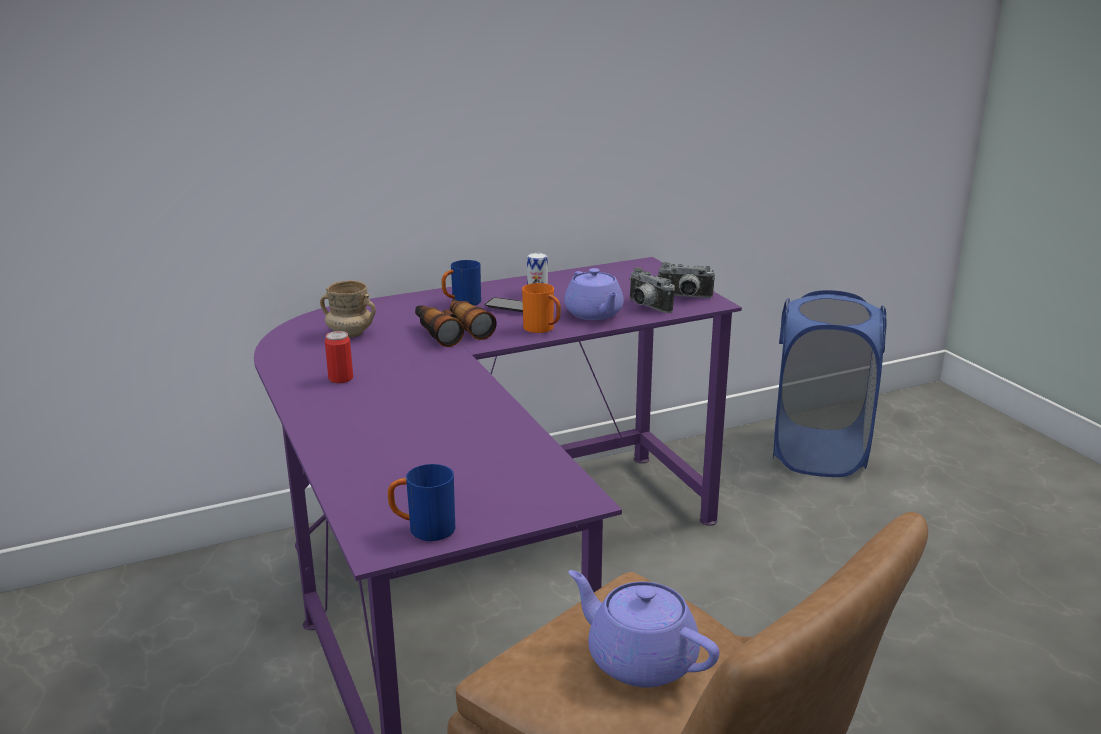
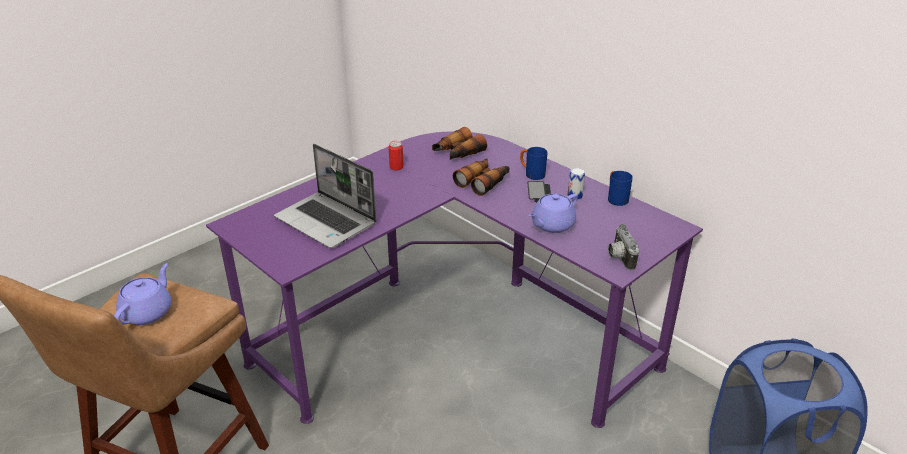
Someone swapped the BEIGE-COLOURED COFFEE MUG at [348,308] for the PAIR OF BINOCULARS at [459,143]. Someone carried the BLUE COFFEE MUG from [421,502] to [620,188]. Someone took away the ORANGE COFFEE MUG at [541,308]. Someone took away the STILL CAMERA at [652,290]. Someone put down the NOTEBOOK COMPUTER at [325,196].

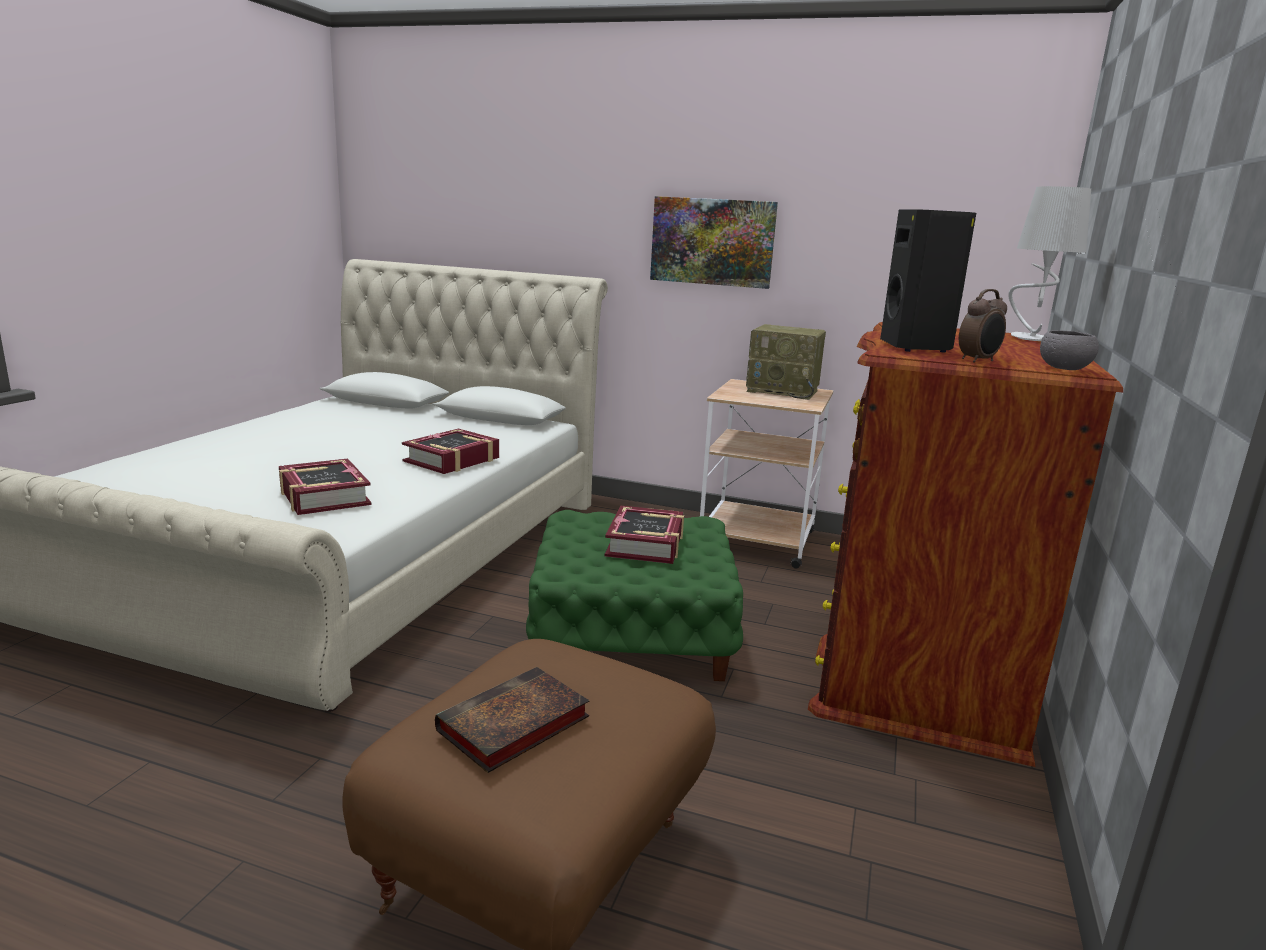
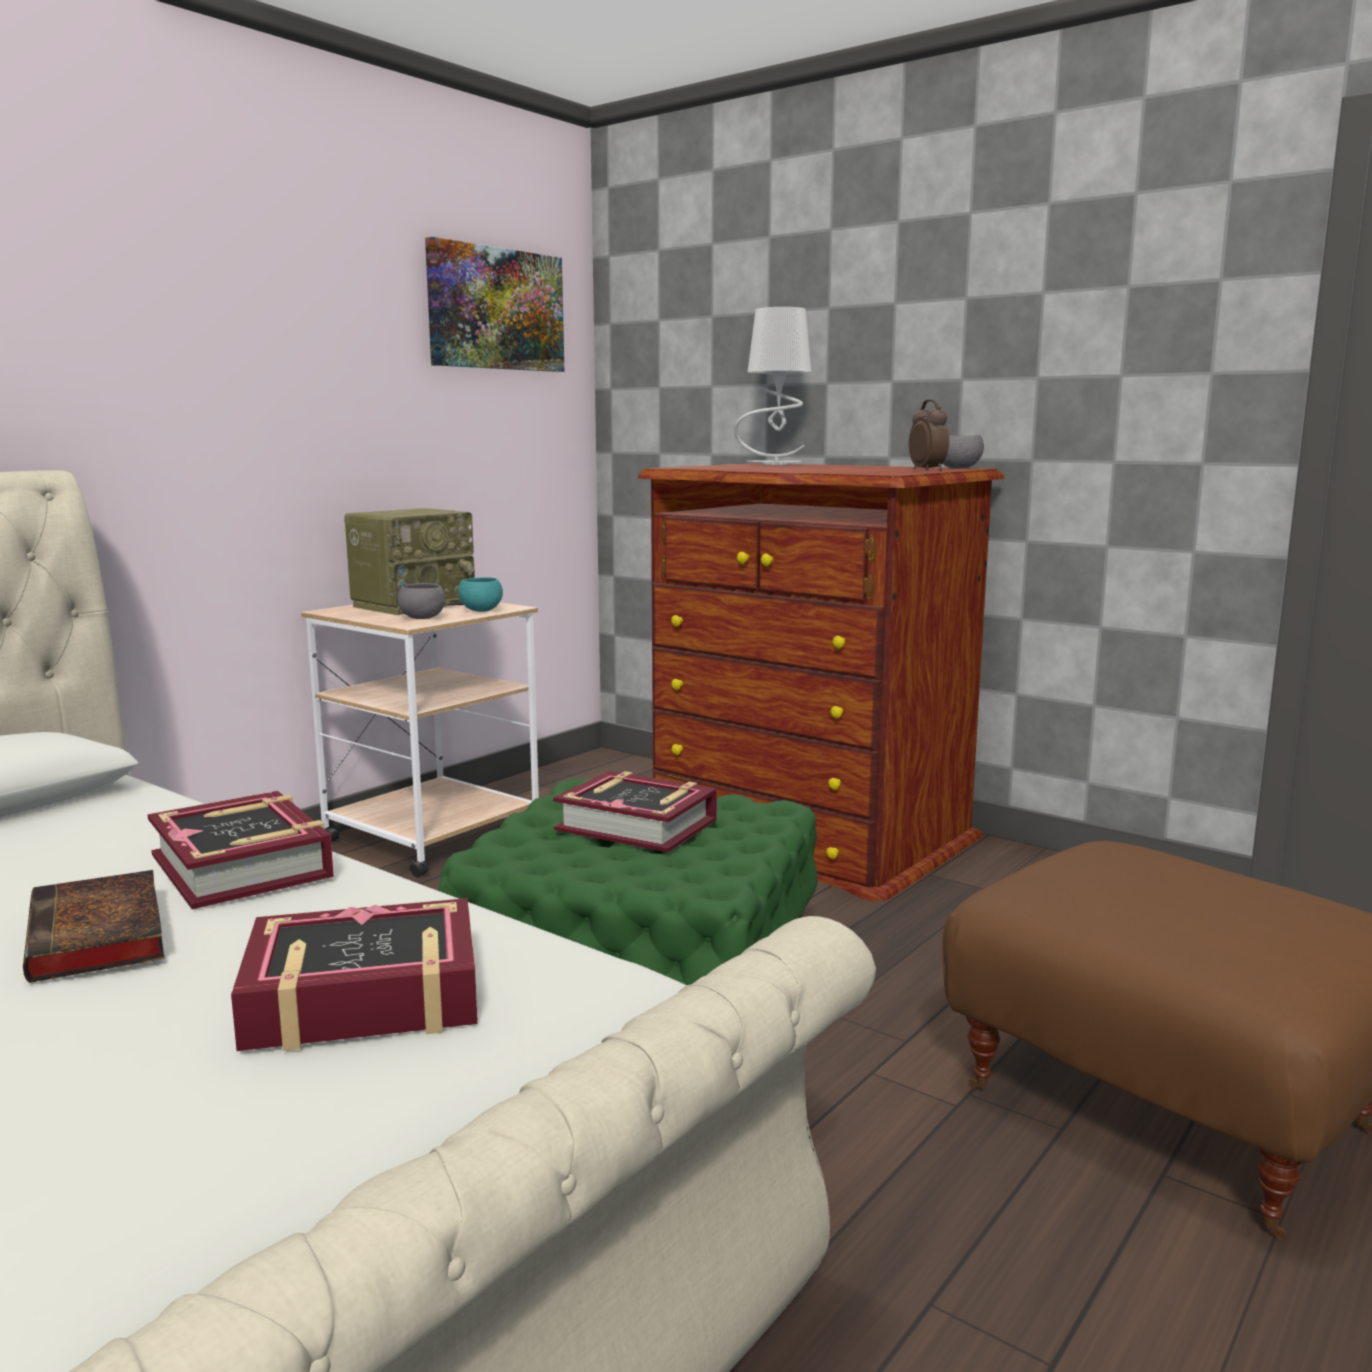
Someone carried the BOUND BOOK from [512,720] to [93,926]. Someone carried the PICTURE from [714,242] to [494,304]. Someone took away the BLACKISH SPEAKER at [928,280]. Someone put down the GREYISH SERVING BOWL at [421,601]. Someone put down the TURQUOISE-COLOURED SERVING BOWL at [480,594].

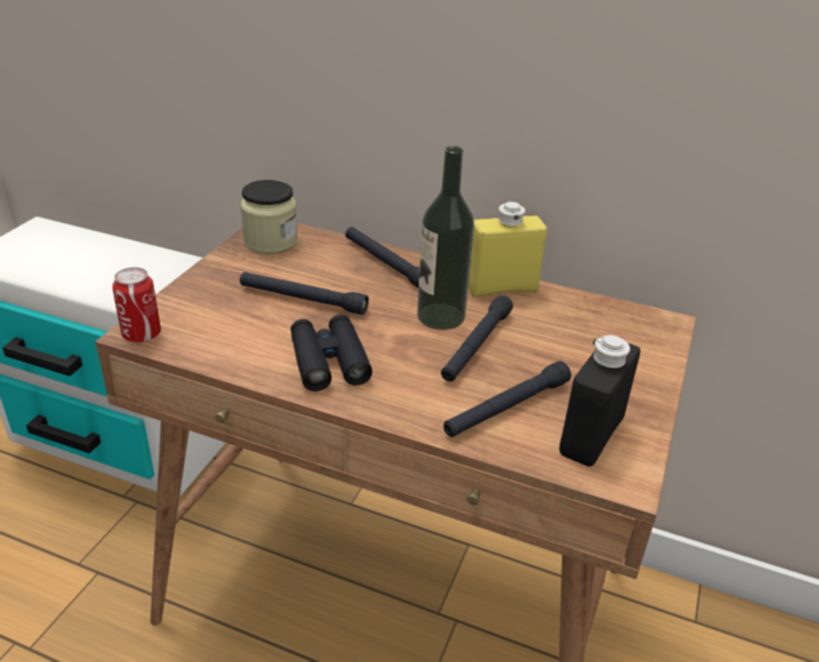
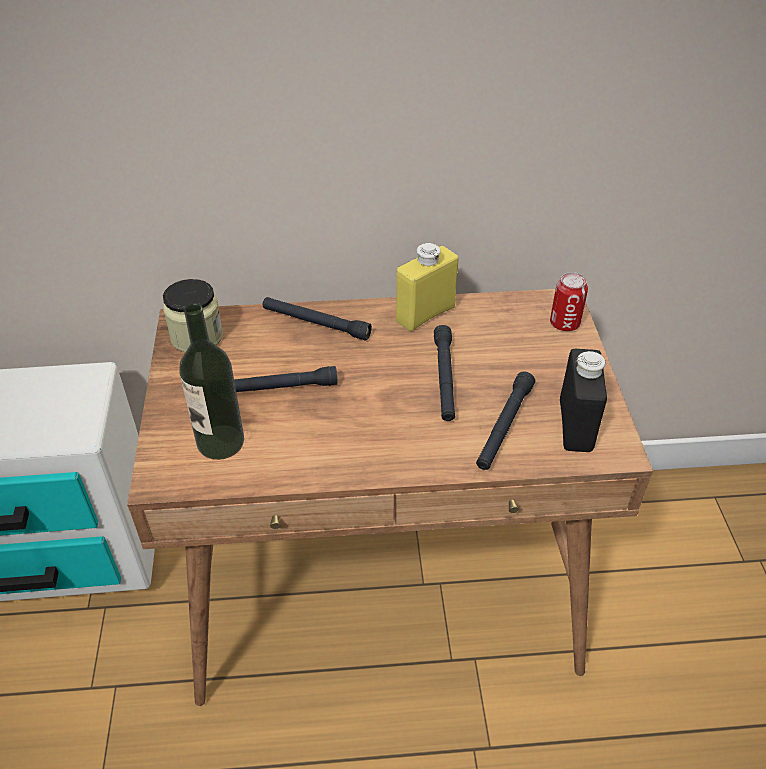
Someone carried the SEALED CAN from [136,305] to [569,301]. Someone took away the BLACKISH PAIR OF BINOCULARS at [331,353]. Someone carried the BEVERAGE BOTTLE from [445,238] to [211,381].

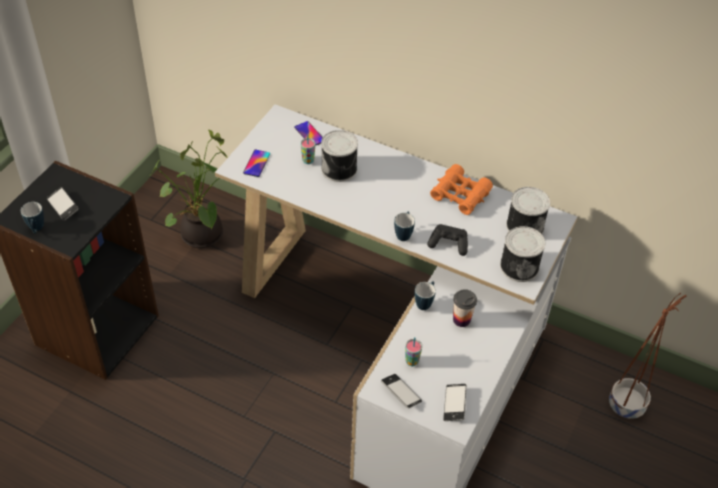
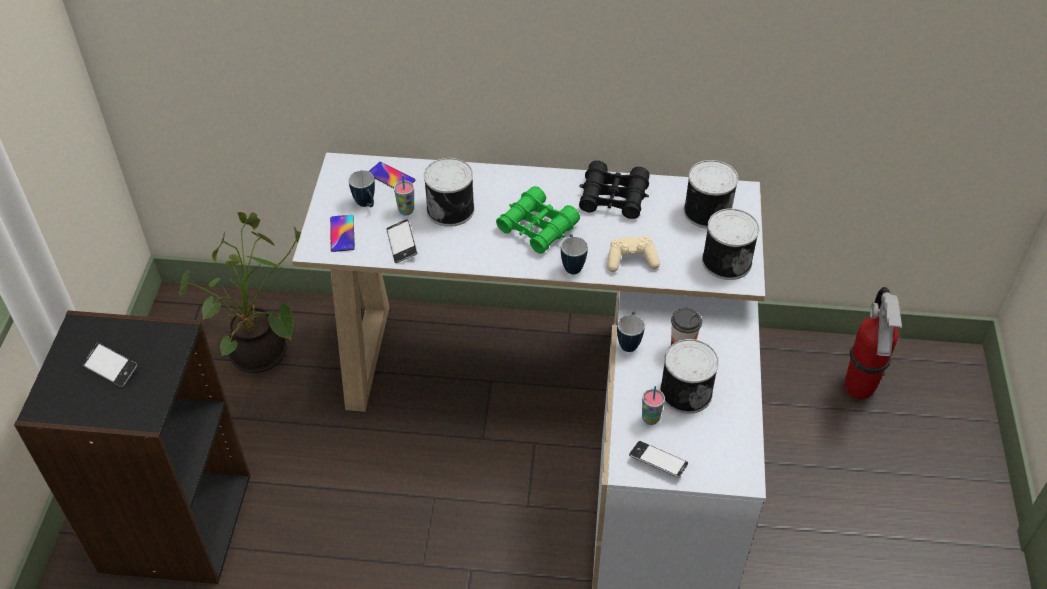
Someone carried the COFFEE MUG from [32,217] to [362,188]. Someone repainted the BLACKISH GAMEPAD at [447,240], which became the BEIGE-COLOURED GAMEPAD at [633,254]. Someone repainted the ORANGE PAIR OF BINOCULARS at [461,189], which became the BLACKISH PAIR OF BINOCULARS at [614,189]. Someone carried the PHONE from [455,402] to [401,241]. Someone swapped the BROWN-COLOURED PLANT POT at [648,356] for the FIRE-FIGHTING CYLINDER at [874,343]. Someone put down the GREEN-COLOURED PAIR OF BINOCULARS at [538,220]. Someone put down the SEALED CAN at [689,376].

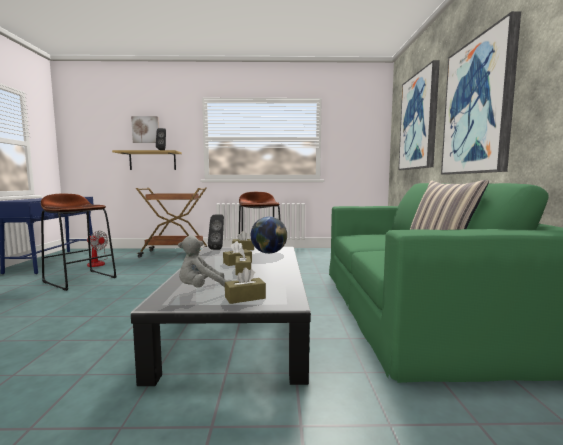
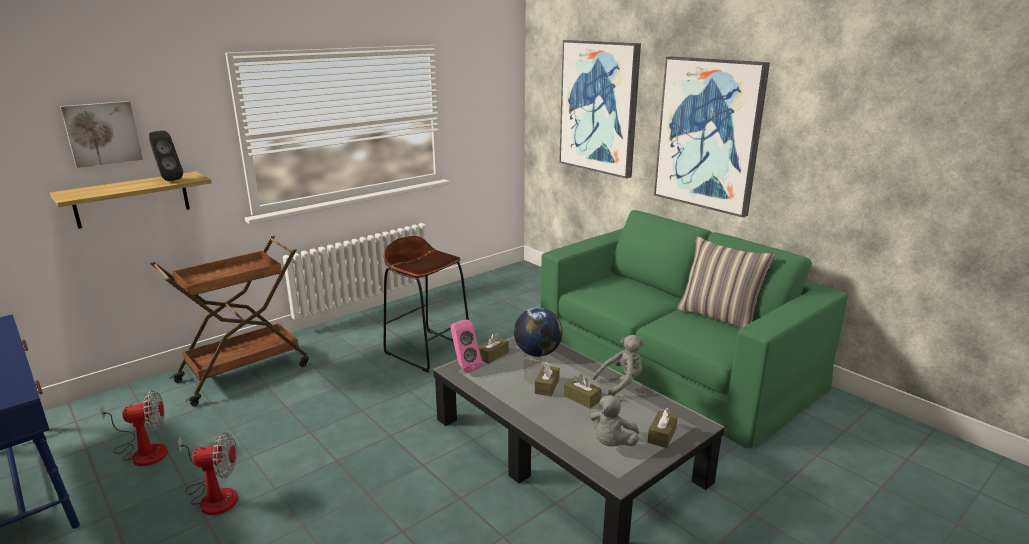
Someone swapped the BROWN-COLOURED STOOL at [78,242] for the ELECTRIC FAN at [207,473]. Someone repainted the BLACKISH SPEAKER at [216,232], which became the PINKISH SPEAKER at [466,346]. Someone put down the GREYISH CUDDLY TOY at [618,365].

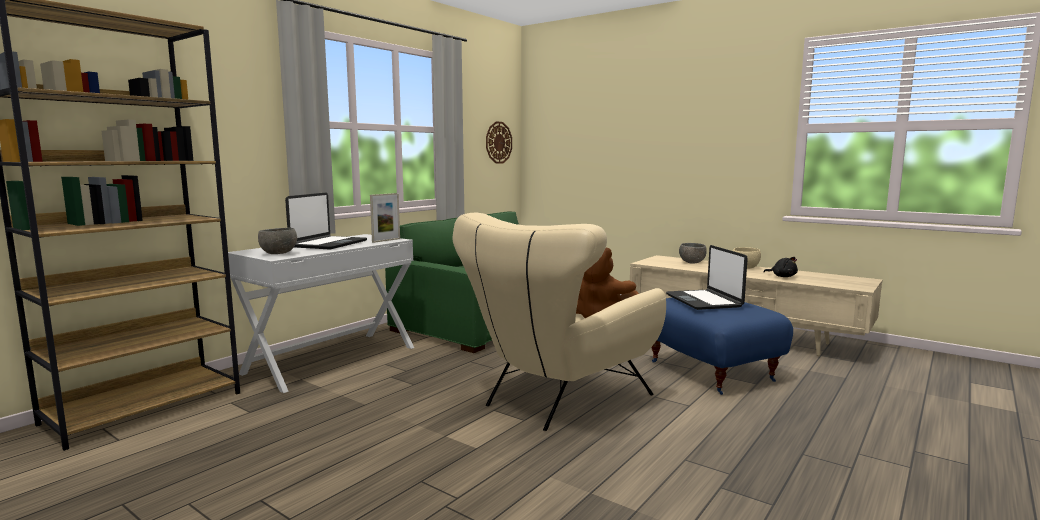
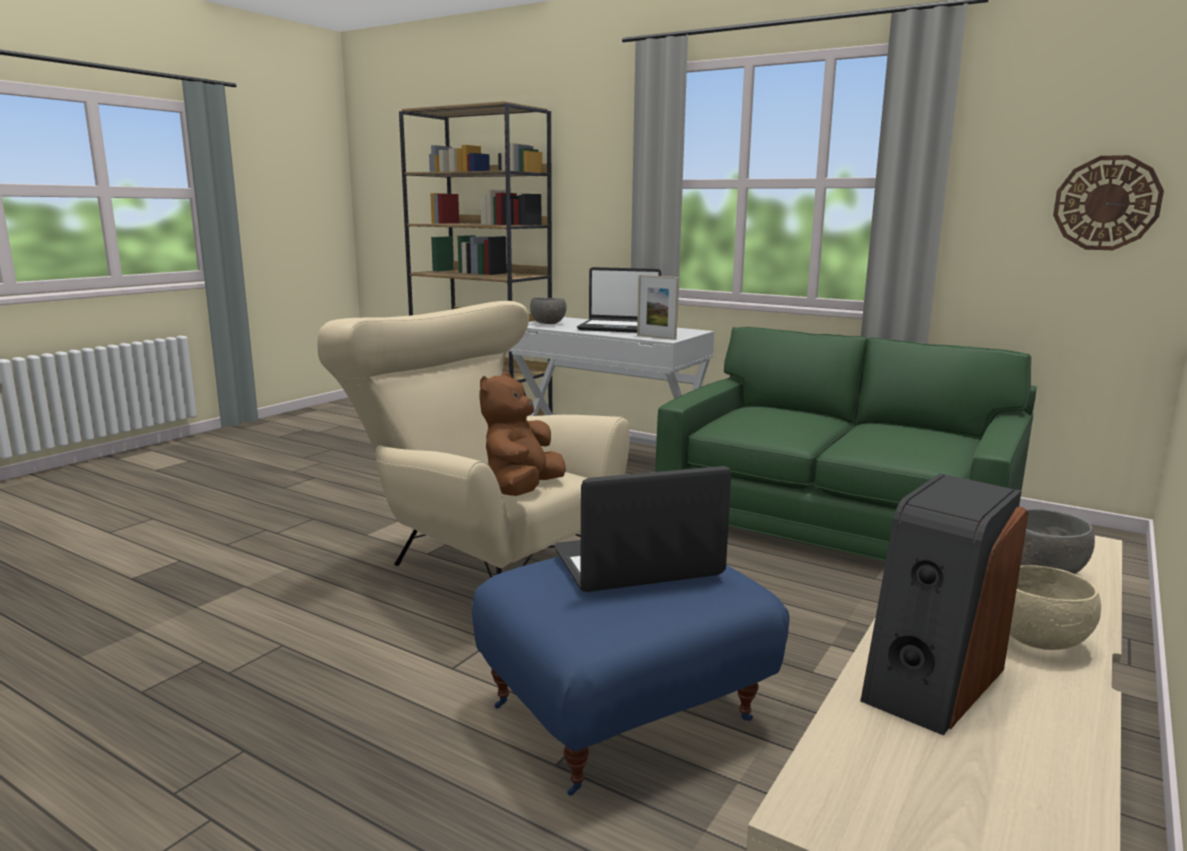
Someone swapped the BLACKISH CUDDLY TOY at [781,267] for the SPEAKER at [944,604].

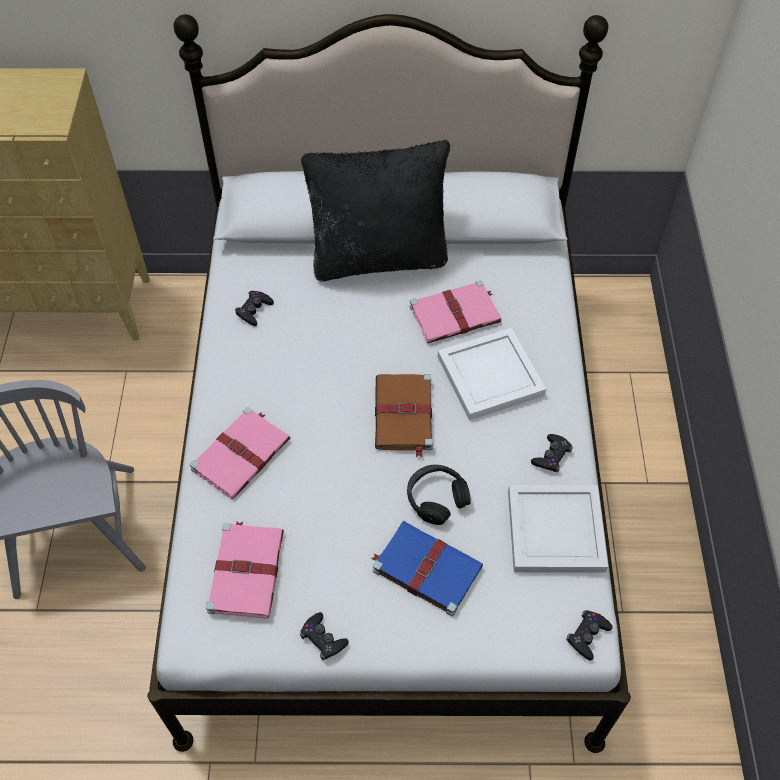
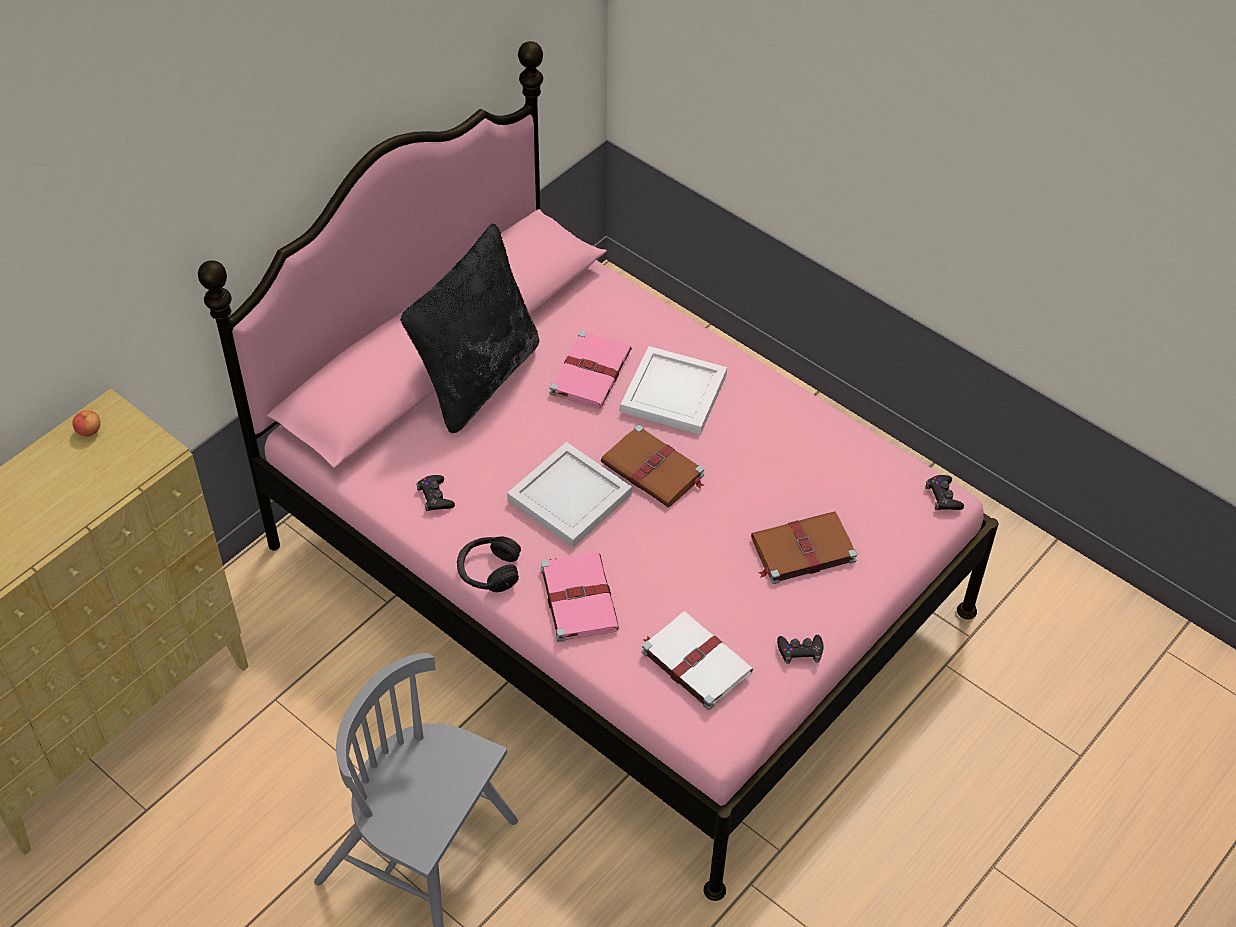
Someone repainted the WHITE-COLOURED SLEEPING BED at [389,383], which became the PINKISH SLEEPING BED at [598,471]. Someone repainted the PINKISH BOUND BOOK at [245,570], which became the WHITE-COLOURED BOUND BOOK at [698,660]. Someone repainted the BLUE BOUND BOOK at [427,568], which became the BROWN-COLOURED BOUND BOOK at [804,547]. Someone carried the BLACKISH HEADPHONES from [439,495] to [489,564]. Someone carried the WHITE-COLOURED TRAY from [558,529] to [569,494]. Someone took away the BLACKISH GAMEPAD at [552,453]. Someone put down the APPLE at [86,423].

